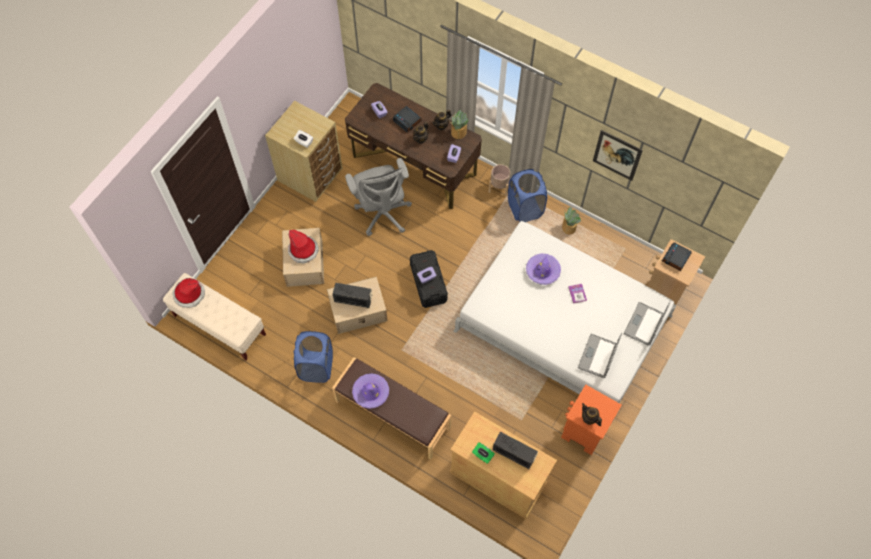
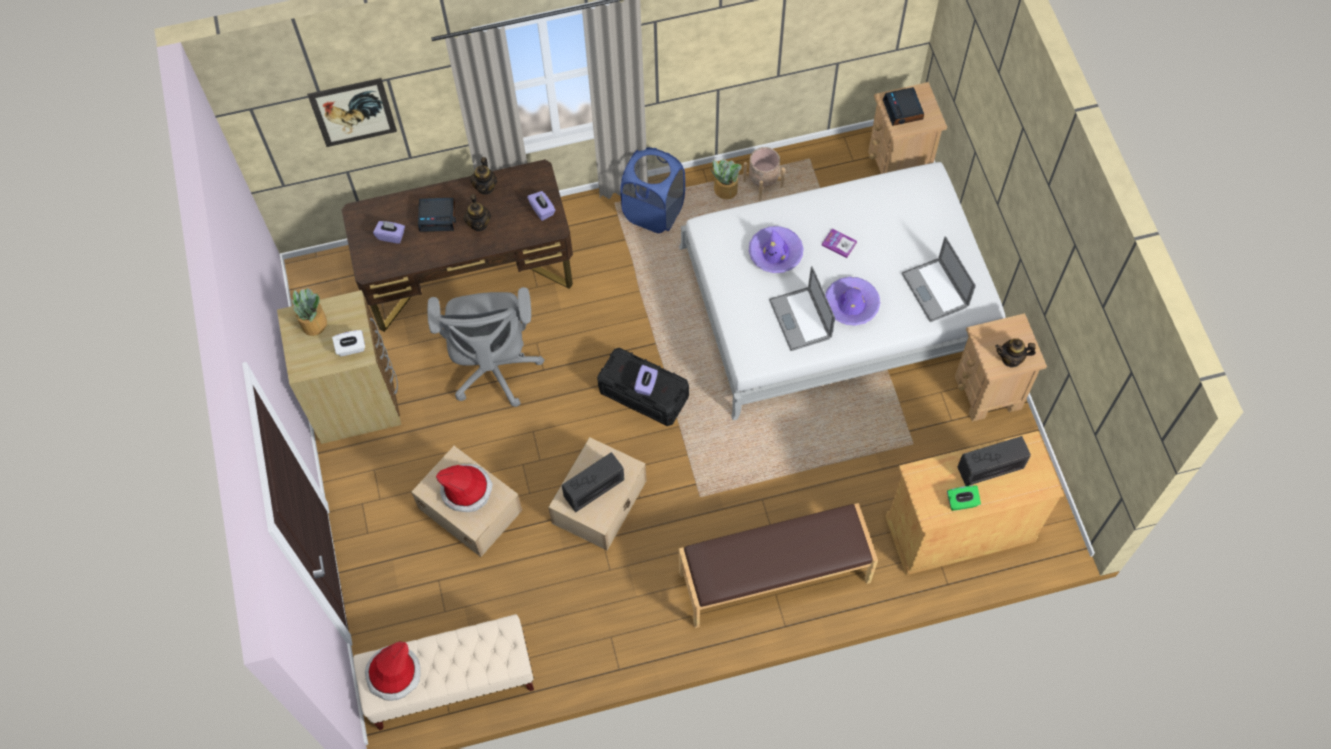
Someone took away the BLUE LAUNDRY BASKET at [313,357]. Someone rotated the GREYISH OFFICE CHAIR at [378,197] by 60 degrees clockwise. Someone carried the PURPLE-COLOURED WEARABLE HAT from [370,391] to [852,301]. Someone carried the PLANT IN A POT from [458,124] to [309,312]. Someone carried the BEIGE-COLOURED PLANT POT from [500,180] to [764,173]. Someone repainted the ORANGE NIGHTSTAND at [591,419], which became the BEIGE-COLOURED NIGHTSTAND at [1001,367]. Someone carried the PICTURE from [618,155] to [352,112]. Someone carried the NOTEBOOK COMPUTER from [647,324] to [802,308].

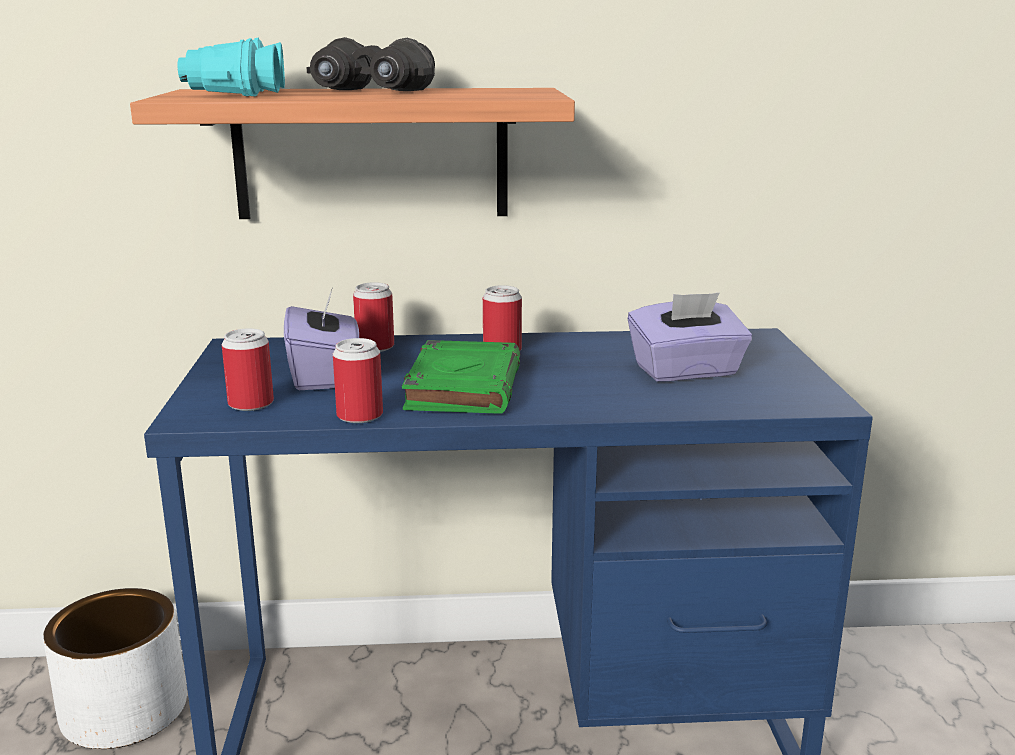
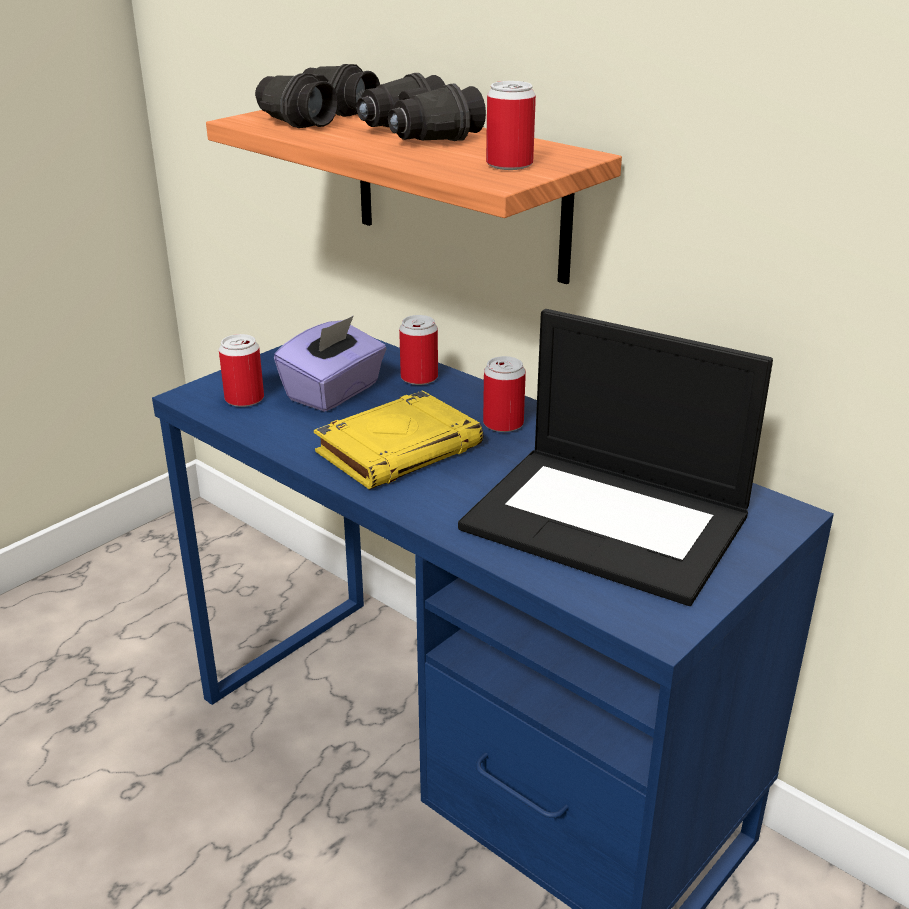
Someone took away the WHITE-COLOURED PLANT POT at [115,668]. Someone repainted the TURQUOISE-COLOURED PAIR OF BINOCULARS at [231,67], which became the BLACKISH PAIR OF BINOCULARS at [317,96]. Someone carried the SEALED CAN from [358,380] to [511,125]. Someone repainted the GREEN-COLOURED BOUND BOOK at [461,377], which became the YELLOWISH BOUND BOOK at [398,440]. Someone swapped the PURPLE-COLOURED TISSUE BOX at [690,337] for the NOTEBOOK COMPUTER at [615,457].

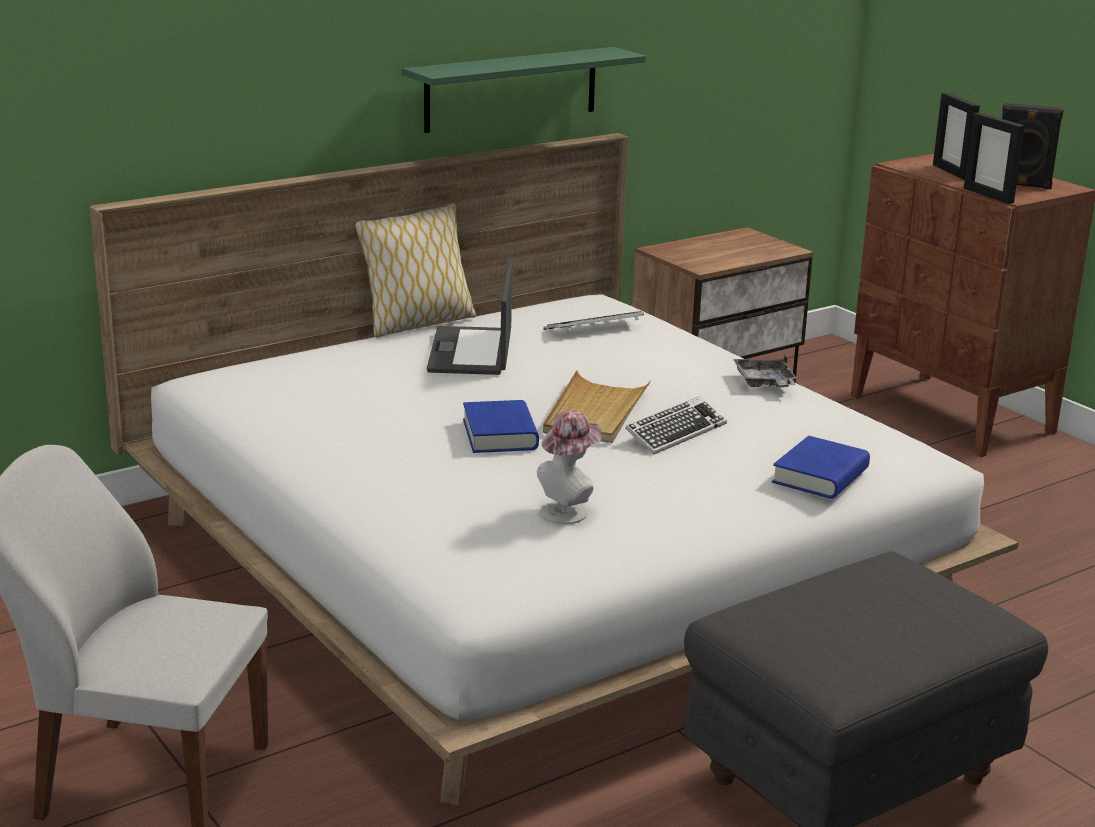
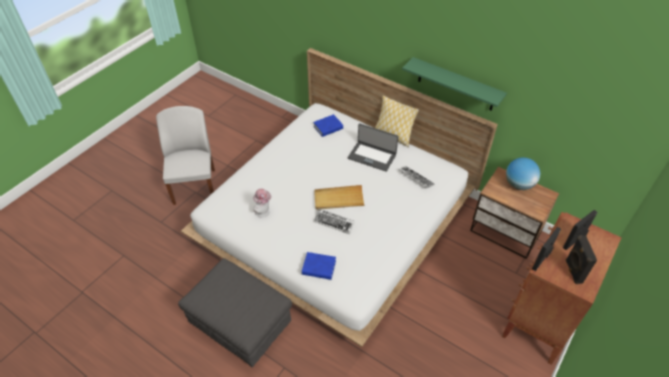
Someone rotated the NOTEBOOK COMPUTER at [469,318] by 135 degrees counterclockwise. Someone carried the BLUE BOUND BOOK from [501,426] to [328,125]. Someone took away the GREYISH TRAY at [765,371]. Someone put down the DESK GLOBE at [523,174].

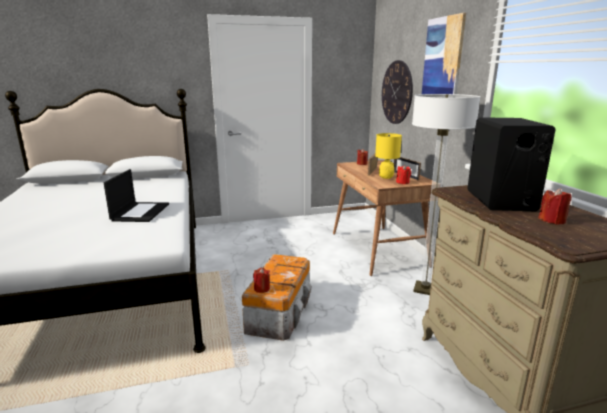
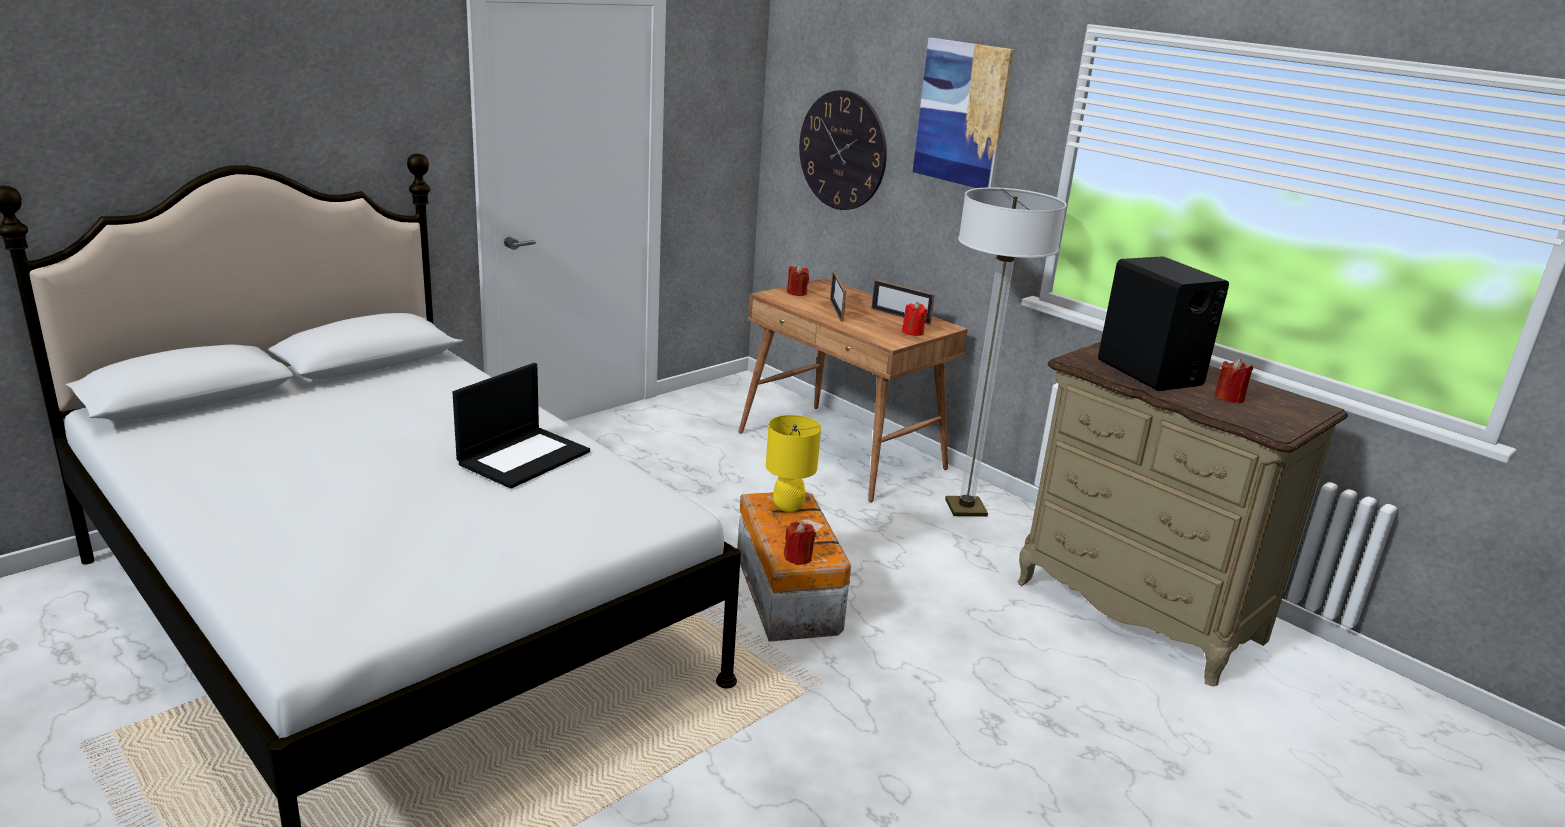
Someone rotated the NOTEBOOK COMPUTER at [136,195] by 60 degrees clockwise. Someone carried the YELLOWISH TABLETOP LAMP from [388,156] to [793,463].

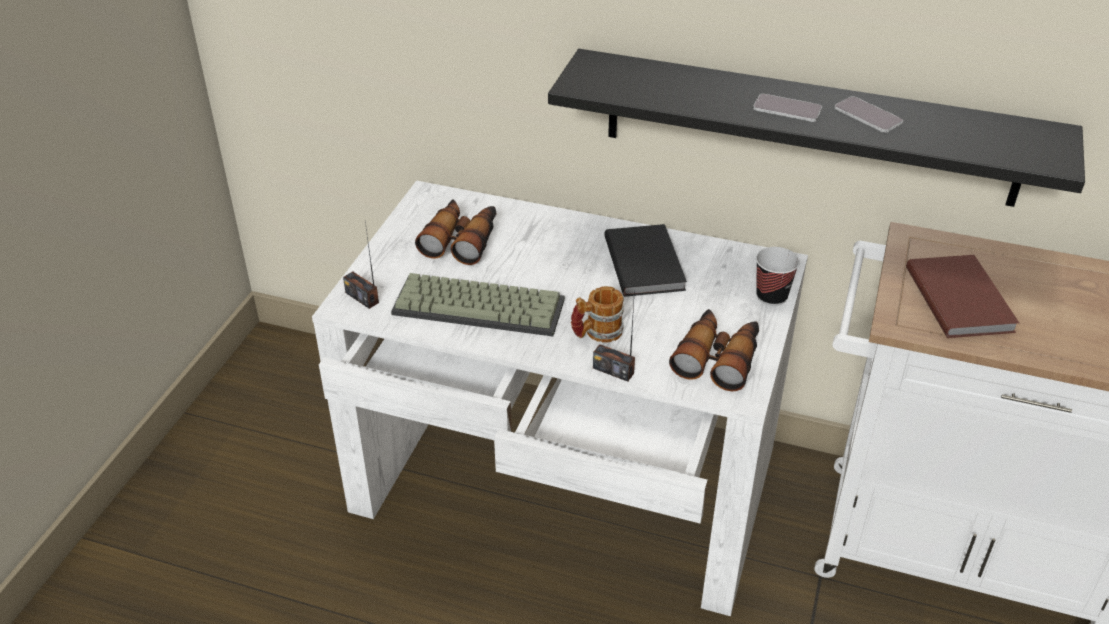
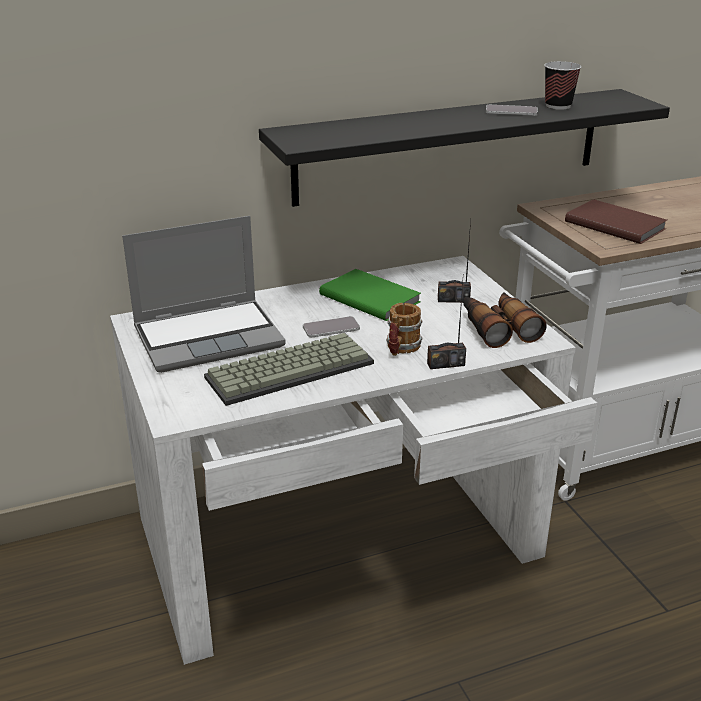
Someone carried the RADIO RECEIVER from [361,265] to [454,261]. Someone swapped the PAIR OF BINOCULARS at [455,232] for the NOTEBOOK COMPUTER at [204,294]. Someone repainted the BLACKISH BOUND BOOK at [645,260], which became the GREEN-COLOURED BOUND BOOK at [370,295]. Someone carried the PHONE from [787,108] to [331,326]. Someone carried the SMALL CUP from [778,276] to [562,85].

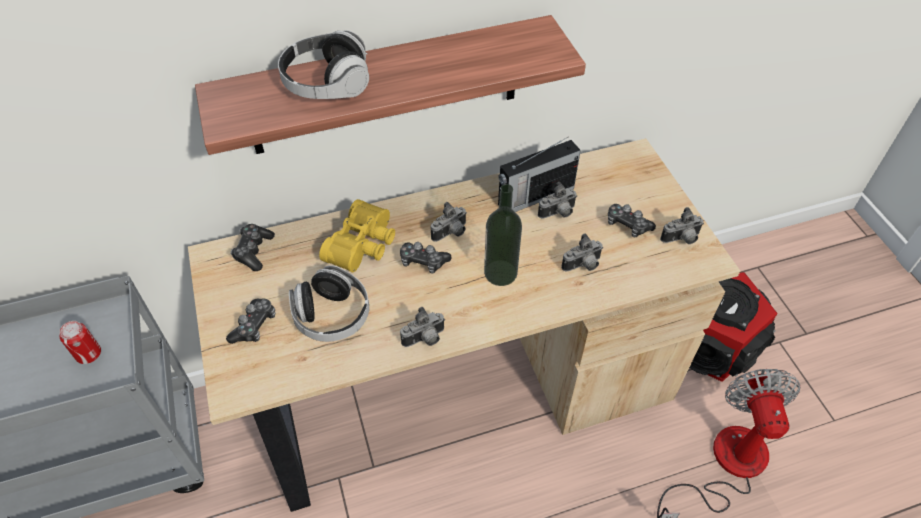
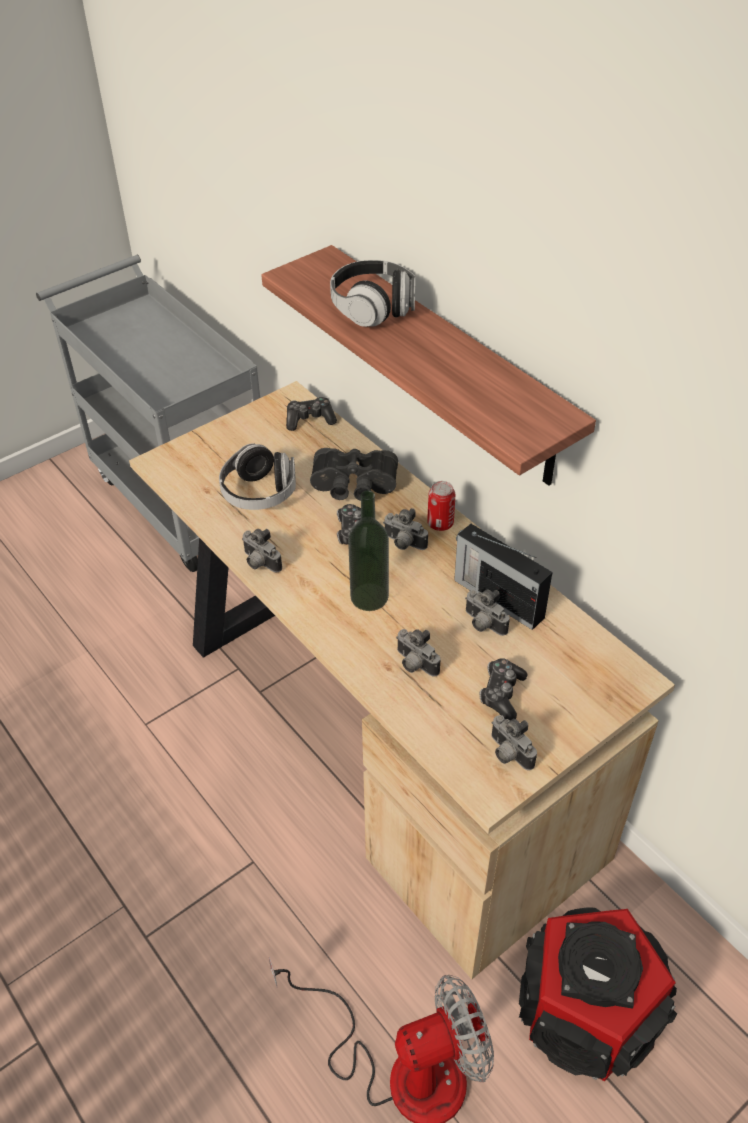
Someone carried the SEALED CAN from [80,342] to [441,506]. Someone took away the GAMEPAD at [251,321]. Someone repainted the YELLOWISH PAIR OF BINOCULARS at [357,235], which became the BLACKISH PAIR OF BINOCULARS at [354,474].

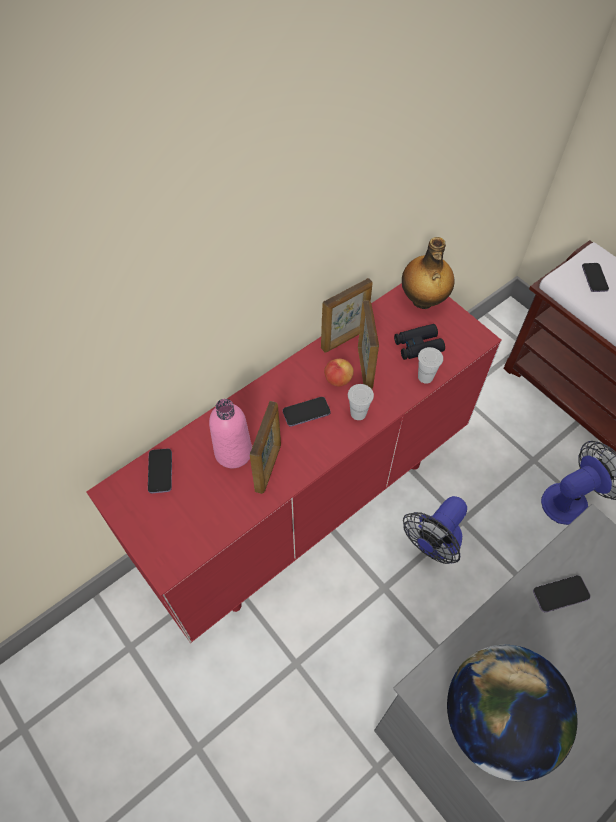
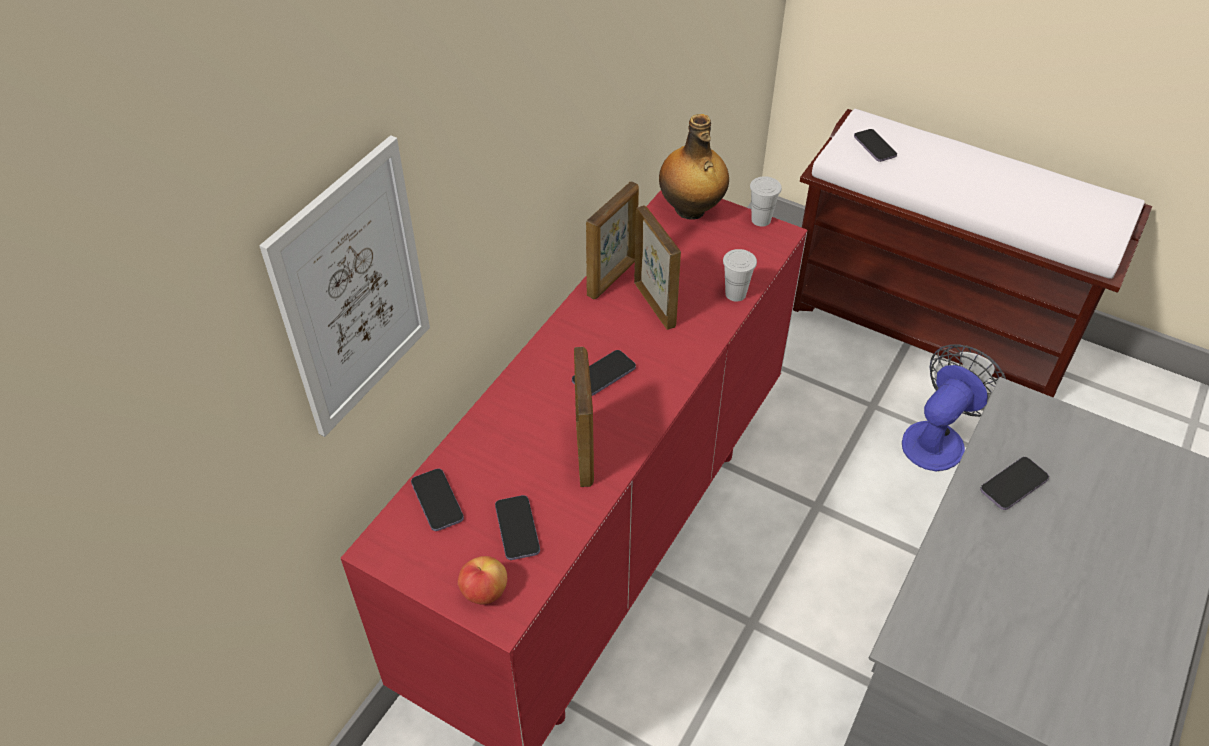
Someone took away the PINKISH BEVERAGE BOTTLE at [230,433]. Someone carried the APPLE from [339,373] to [482,580]. Someone carried the WHITE-COLOURED SMALL CUP from [361,402] to [766,201]. Someone took away the BLACKISH PAIR OF BINOCULARS at [419,342]. Someone took away the ELECTRIC FAN at [435,530]. Someone took away the DESK GLOBE at [512,713]. Someone put up the PICTURE at [345,286]. Someone put down the PHONE at [517,527].

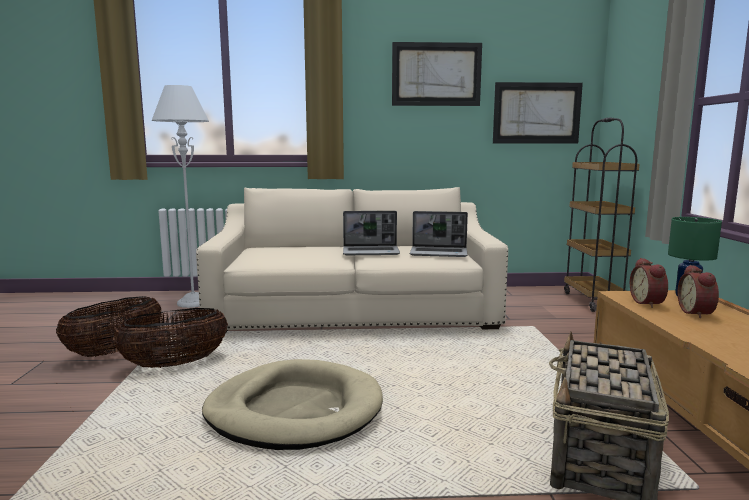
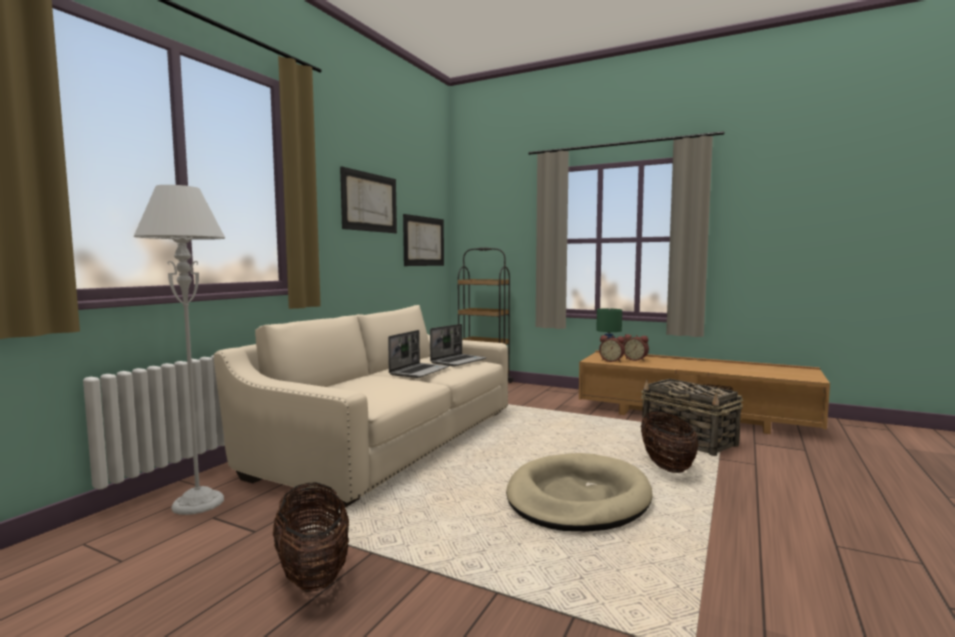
Someone carried the BASKET from [170,338] to [670,442].

